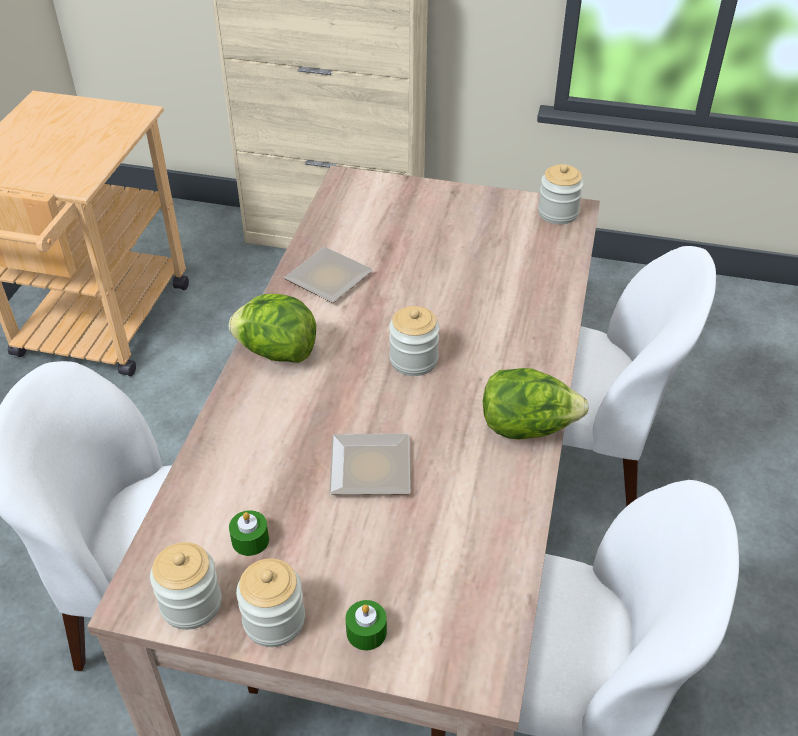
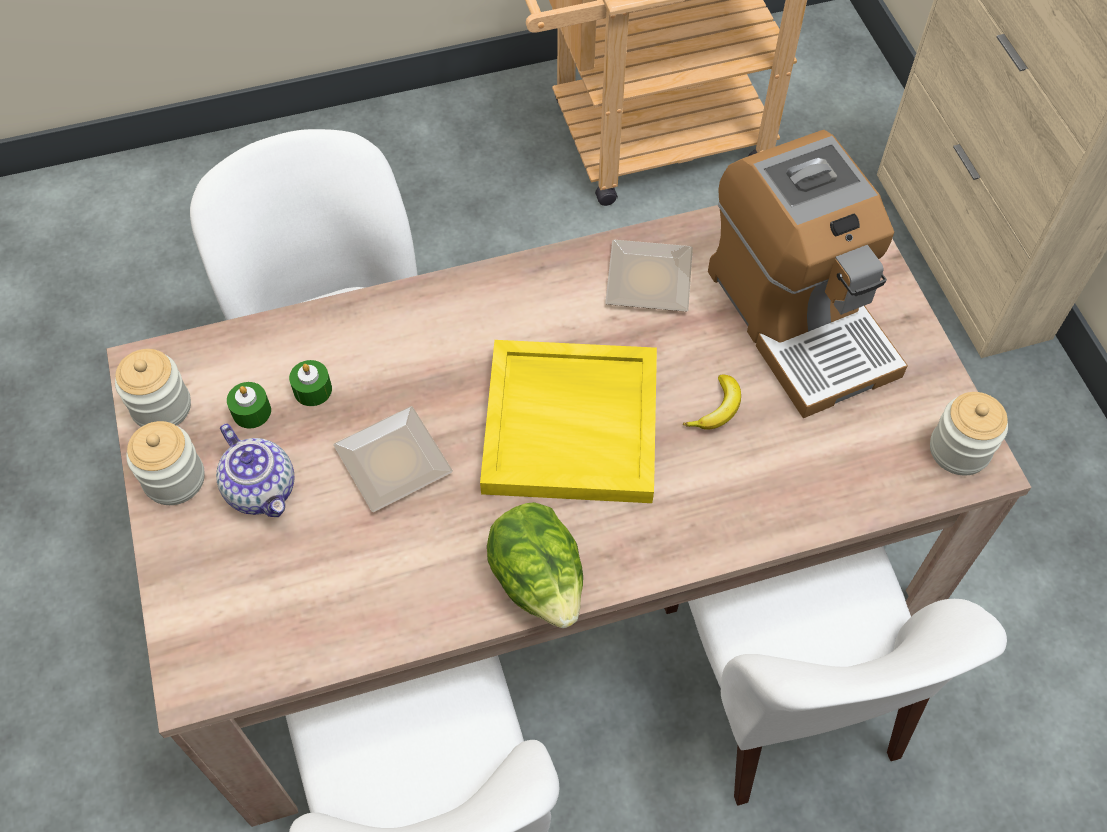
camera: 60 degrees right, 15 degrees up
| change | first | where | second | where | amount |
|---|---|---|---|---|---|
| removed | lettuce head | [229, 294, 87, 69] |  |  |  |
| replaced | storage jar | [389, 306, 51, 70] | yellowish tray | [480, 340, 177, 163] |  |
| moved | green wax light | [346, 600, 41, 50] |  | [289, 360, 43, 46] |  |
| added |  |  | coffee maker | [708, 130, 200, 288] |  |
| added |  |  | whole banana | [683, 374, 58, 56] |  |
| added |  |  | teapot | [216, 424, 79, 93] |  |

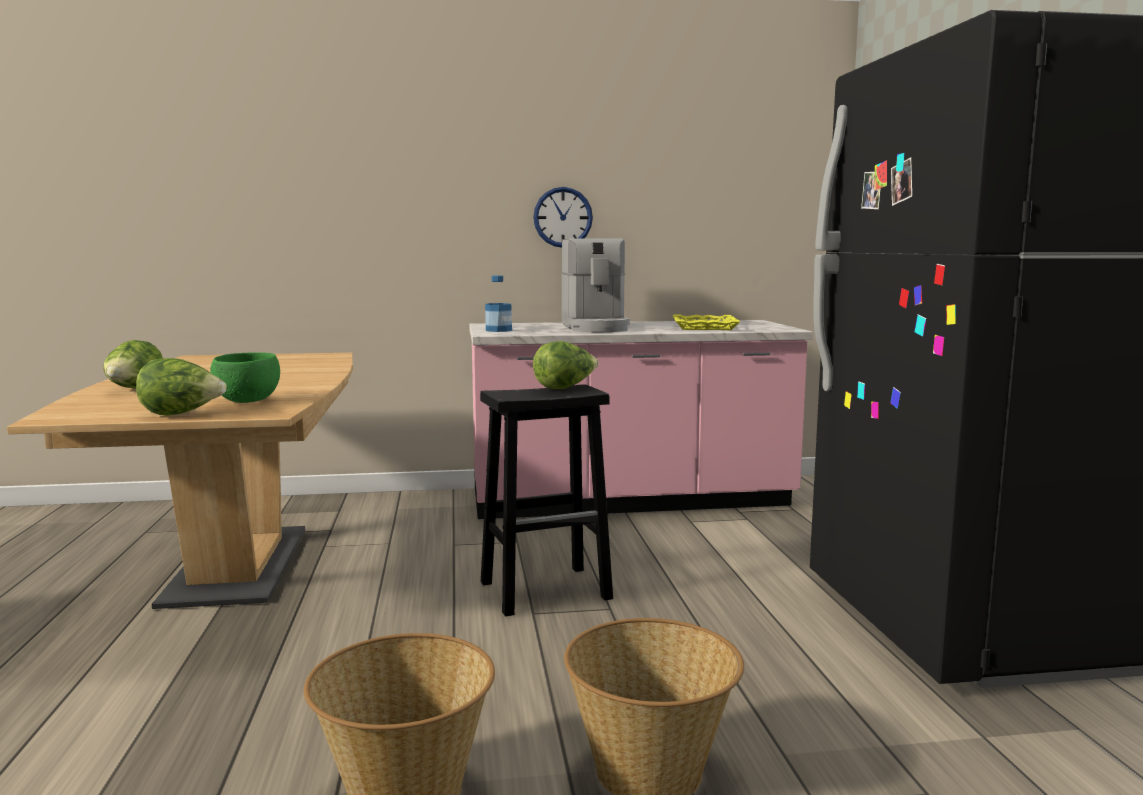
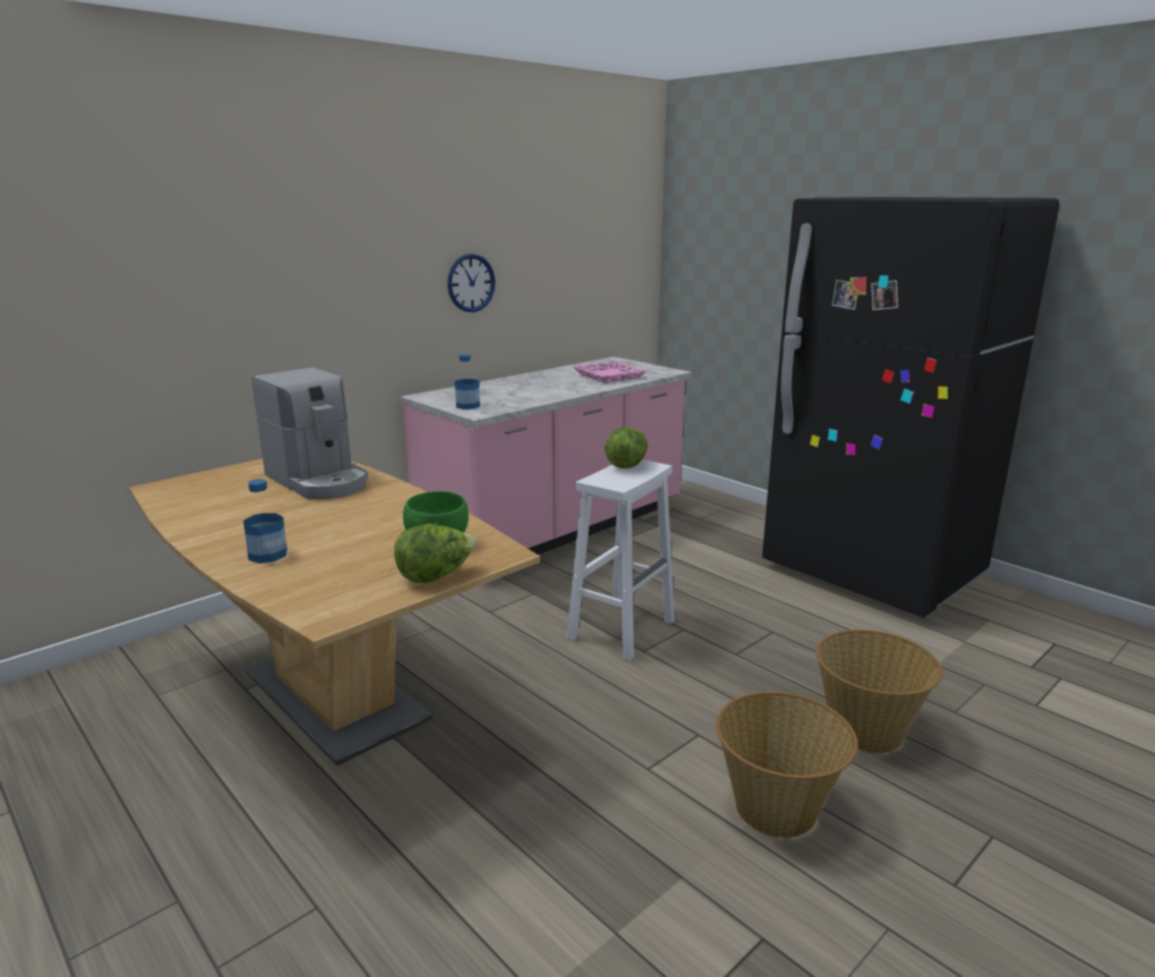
camera: 35 degrees left, 10 degrees up
| change | first | where | second | where | amount |
|---|---|---|---|---|---|
| moved | coffee maker | [561, 238, 69, 94] |  | [252, 367, 116, 132] |  |
| recoloured | yellowish tray | [673, 314, 67, 16] | pink-coloured tray | [572, 361, 74, 22] |  |
| replaced | lettuce head | [103, 340, 60, 49] | beverage bottle | [243, 479, 44, 84] |  |
| recoloured | black stool seat | [480, 384, 133, 233] | whitish stool seat | [567, 460, 108, 201] |  |

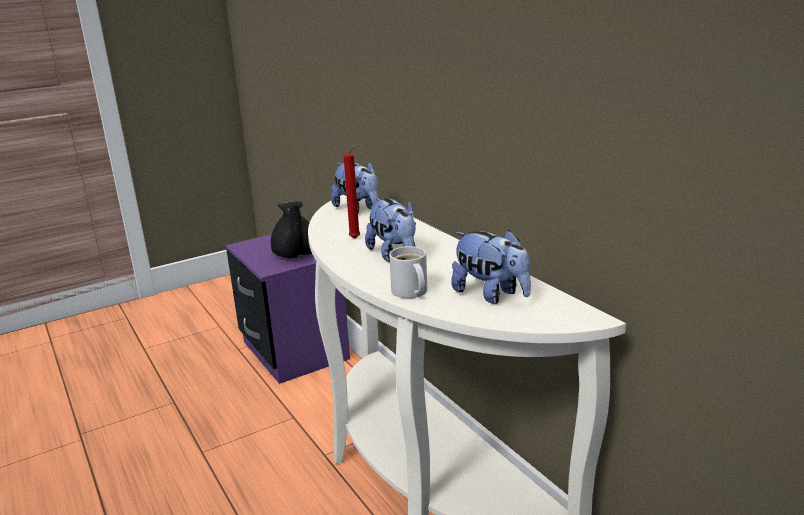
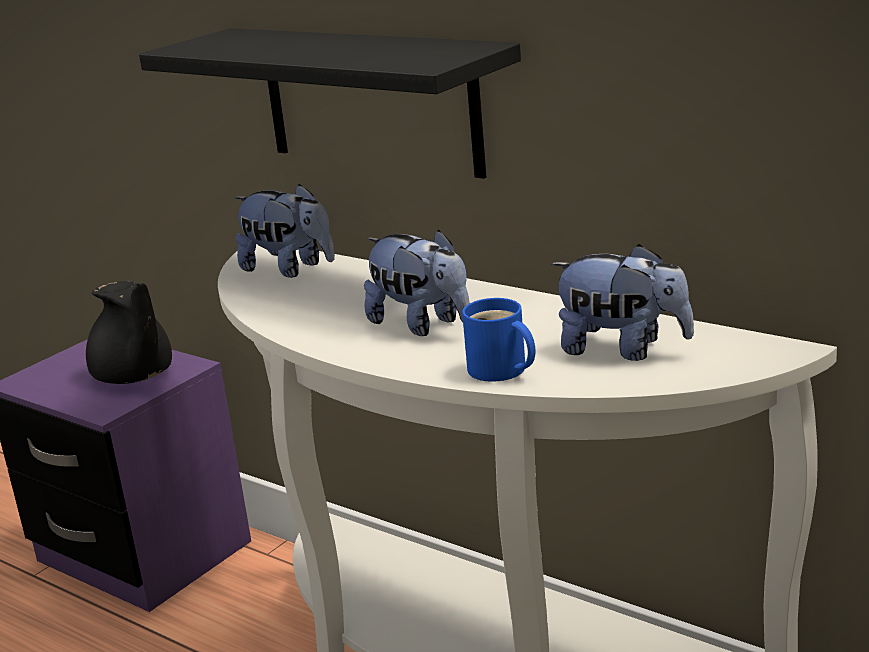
camera: 20 degrees left, 0 degrees up
| change | first | where | second | where | amount |
|---|---|---|---|---|---|
| removed | red wax light | [344, 145, 16, 94] |  |  |  |
| recoloured | whitish tea mug | [389, 246, 38, 52] | bluish tea mug | [462, 298, 74, 84] |  |
| added |  |  | black bracket shelf | [139, 28, 382, 151] |  |

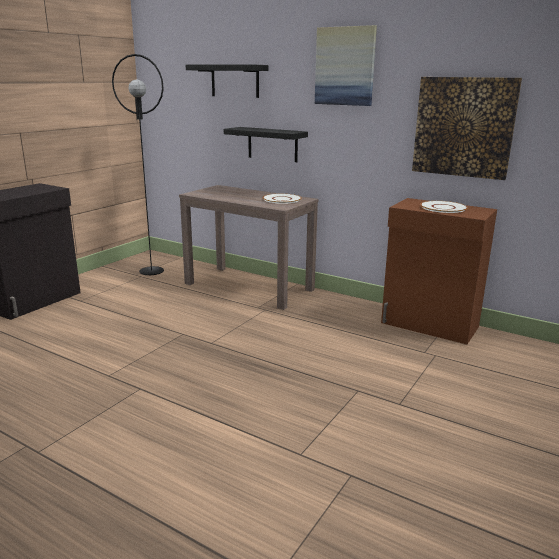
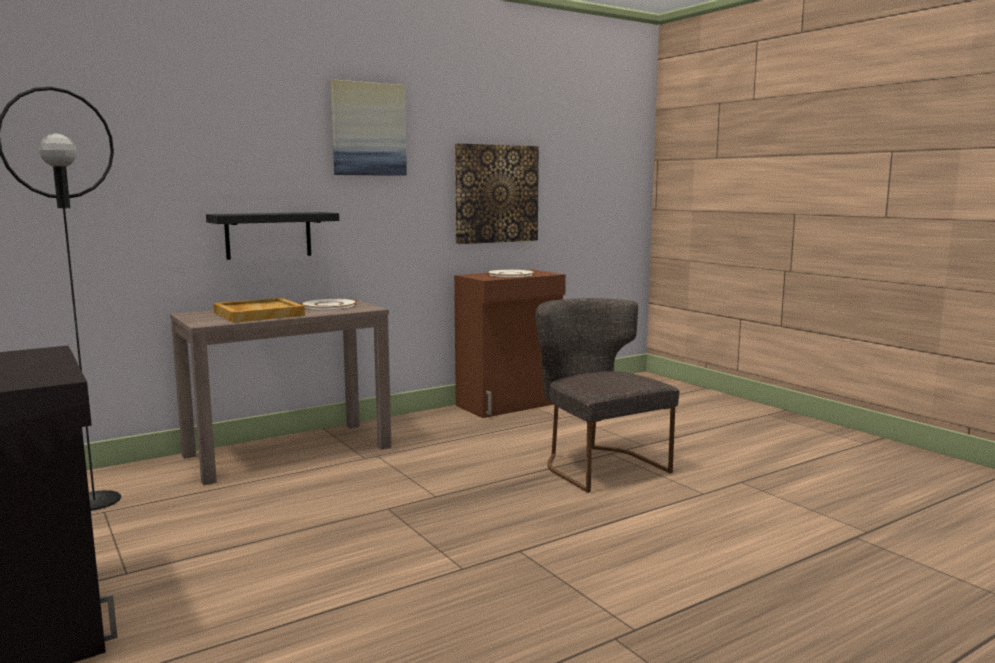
camera: 65 degrees left, 10 degrees down
| change | first | where | second | where | amount |
|---|---|---|---|---|---|
| removed | black bracket shelf | [186, 64, 83, 34] |  |  |  |
| added |  |  | beige-coloured tray | [213, 298, 92, 25] |  |
| added |  |  | grey chair | [535, 298, 145, 195] |  |

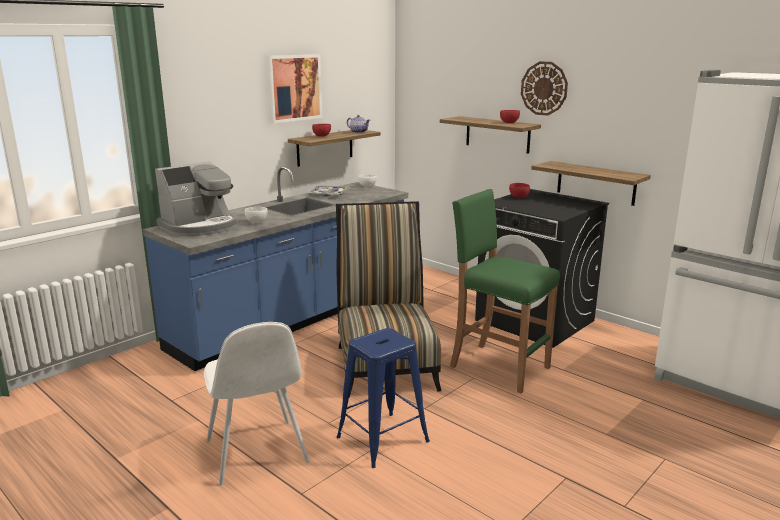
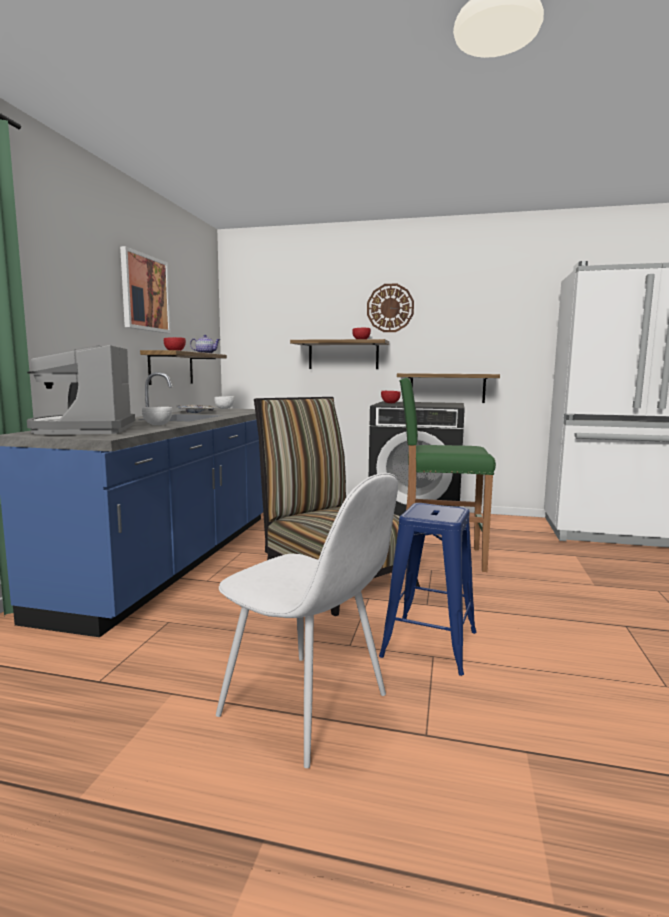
camera: 30 degrees left, 10 degrees down
| change | first | where | second | where | amount |
|---|---|---|---|---|---|
| turned | coffee maker | [155, 161, 82, 75] |  | [27, 345, 108, 90] | 150 degrees clockwise |

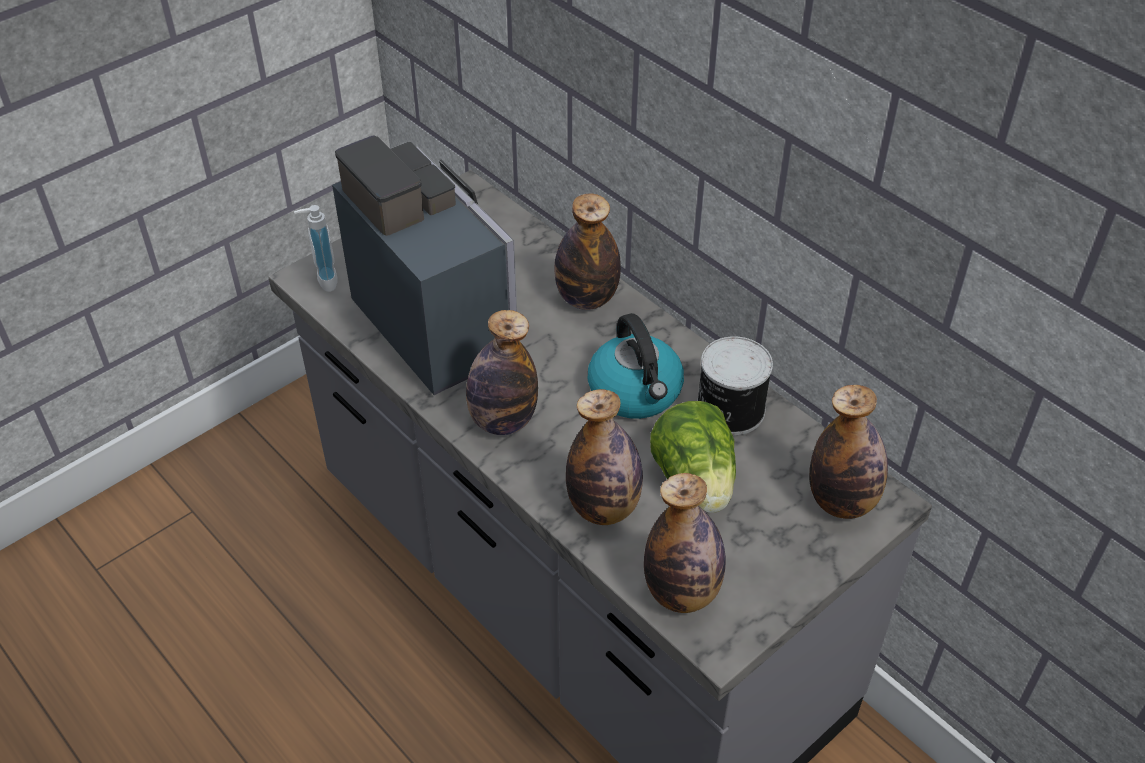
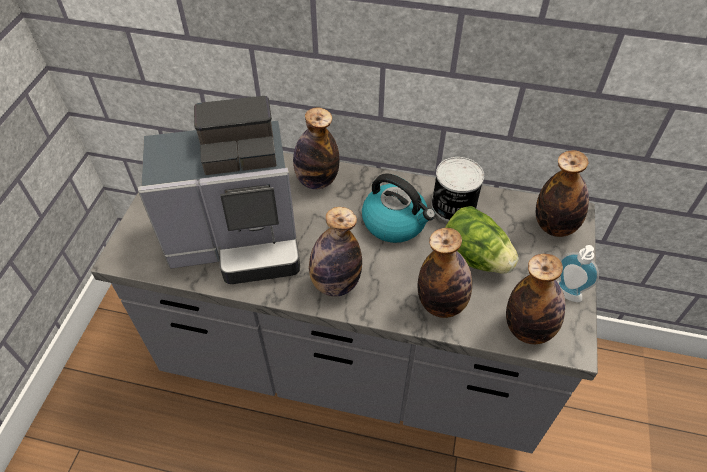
camera: 35 degrees left, 5 degrees up
| change | first | where | second | where | amount |
|---|---|---|---|---|---|
| turned | coffee maker | [332, 135, 185, 260] |  | [138, 96, 162, 188] | 150 degrees clockwise |
| moved | soap bottle | [294, 205, 43, 87] |  | [558, 245, 41, 57] |  |

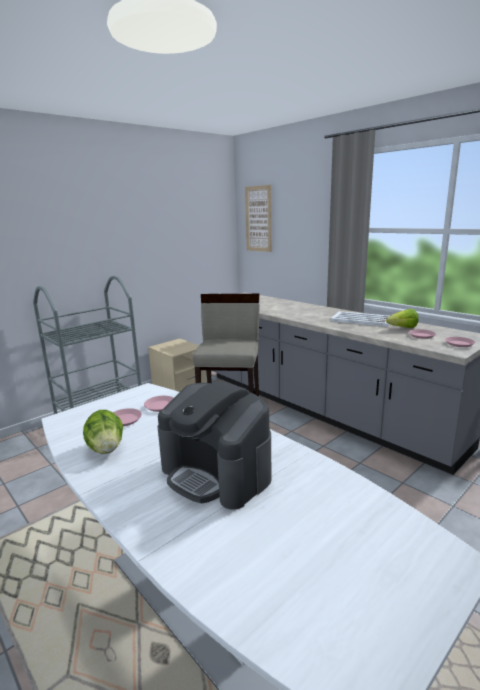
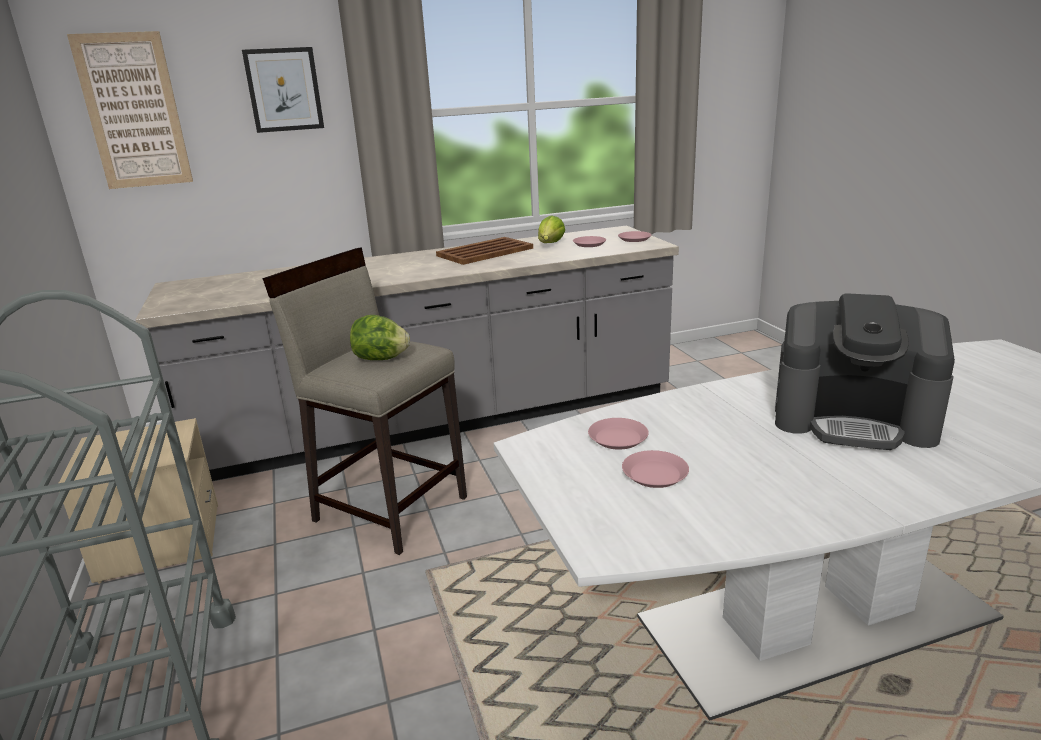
camera: 65 degrees left, 5 degrees up
| change | first | where | second | where | amount |
|---|---|---|---|---|---|
| recoloured | whitish tray | [331, 311, 59, 16] | brown tray | [436, 237, 97, 28] |  |
| turned | coffee maker | [157, 381, 115, 129] |  | [775, 293, 180, 157] | 45 degrees clockwise |
| moved | lettuce head | [83, 410, 40, 44] |  | [350, 315, 60, 45] |  |
| added |  |  | wall art | [242, 47, 82, 86] |  |

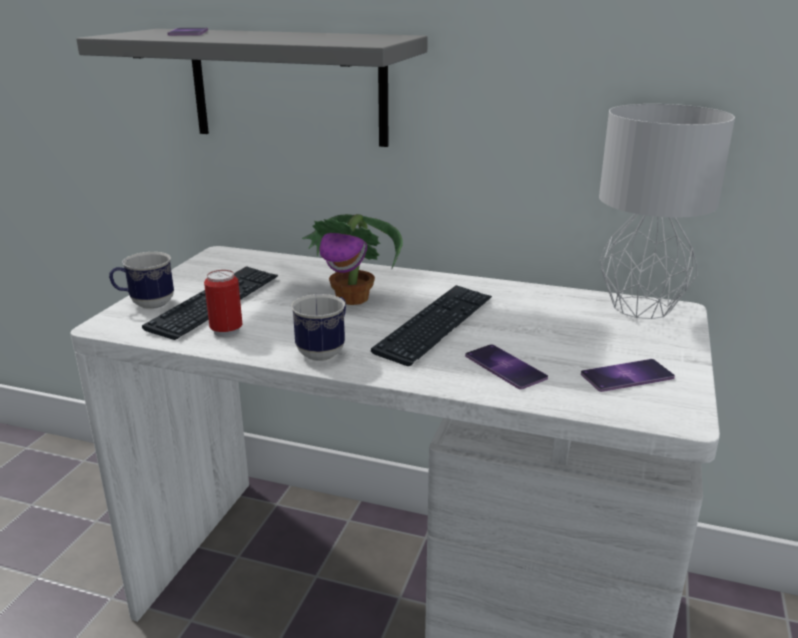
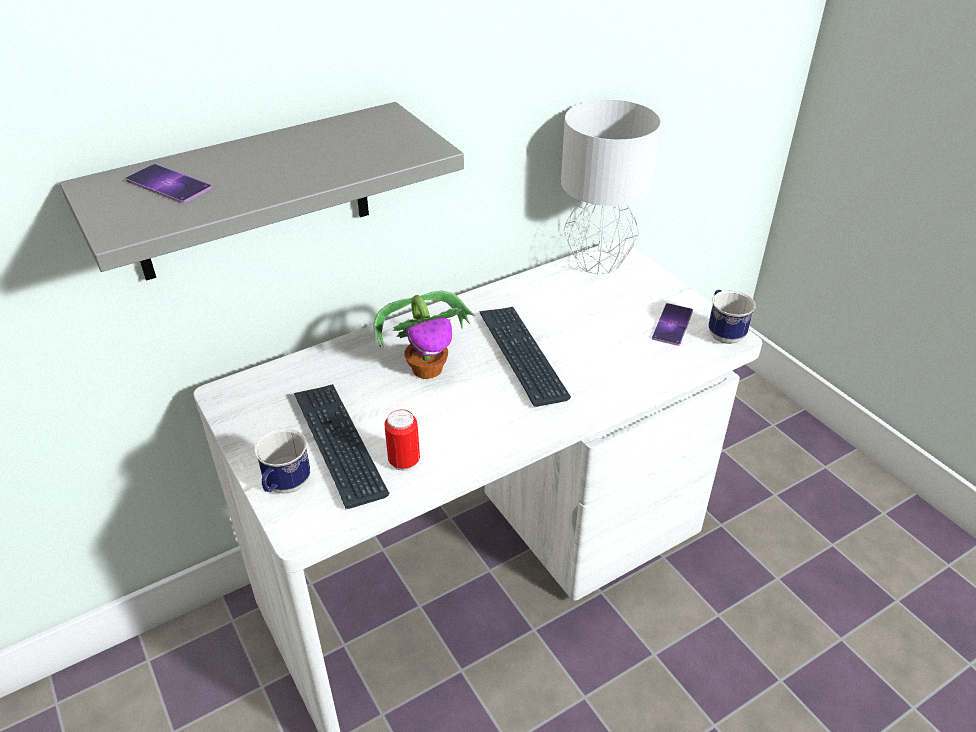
camera: 50 degrees left, 15 degrees up
| change | first | where | second | where | amount |
|---|---|---|---|---|---|
| moved | tea mug | [291, 294, 55, 67] |  | [709, 290, 47, 54] |  |
| removed | handset | [465, 344, 83, 46] |  |  |  |

